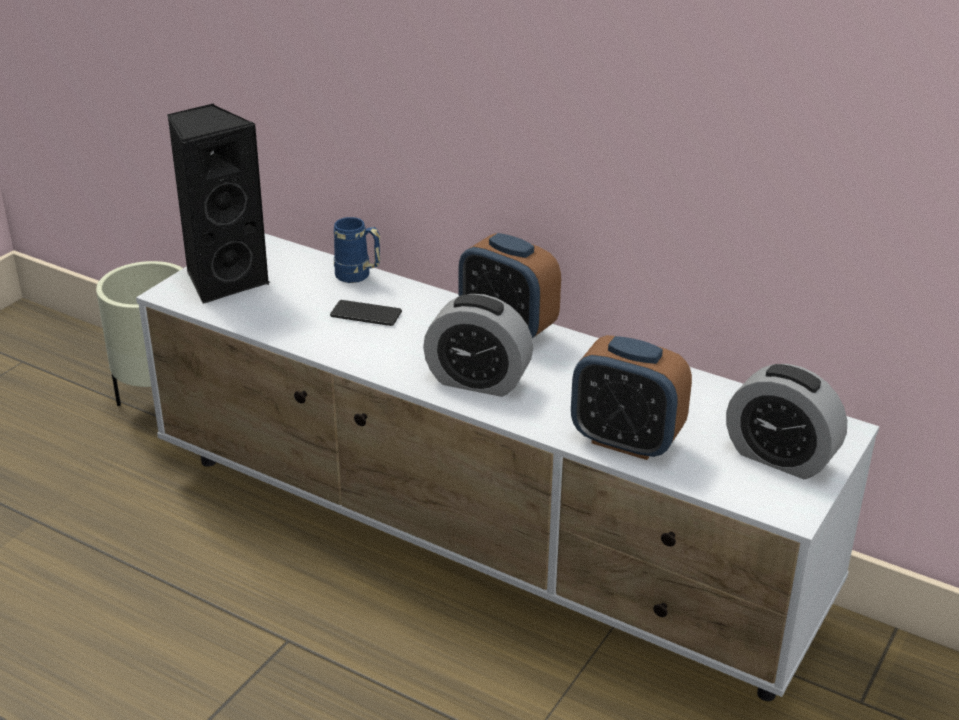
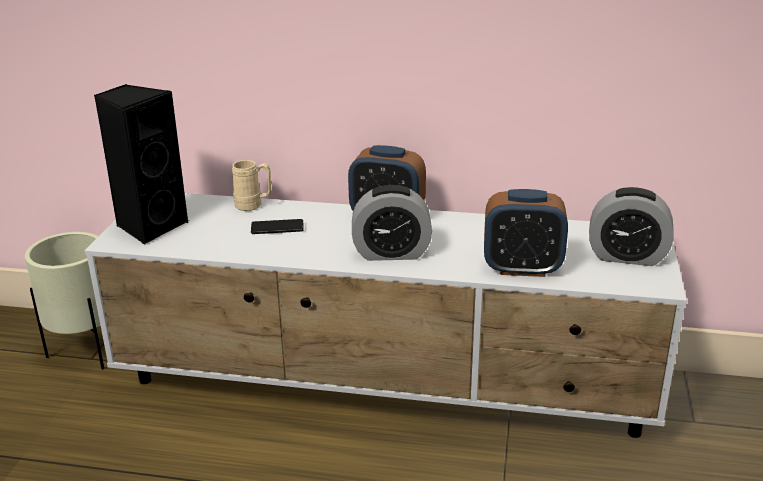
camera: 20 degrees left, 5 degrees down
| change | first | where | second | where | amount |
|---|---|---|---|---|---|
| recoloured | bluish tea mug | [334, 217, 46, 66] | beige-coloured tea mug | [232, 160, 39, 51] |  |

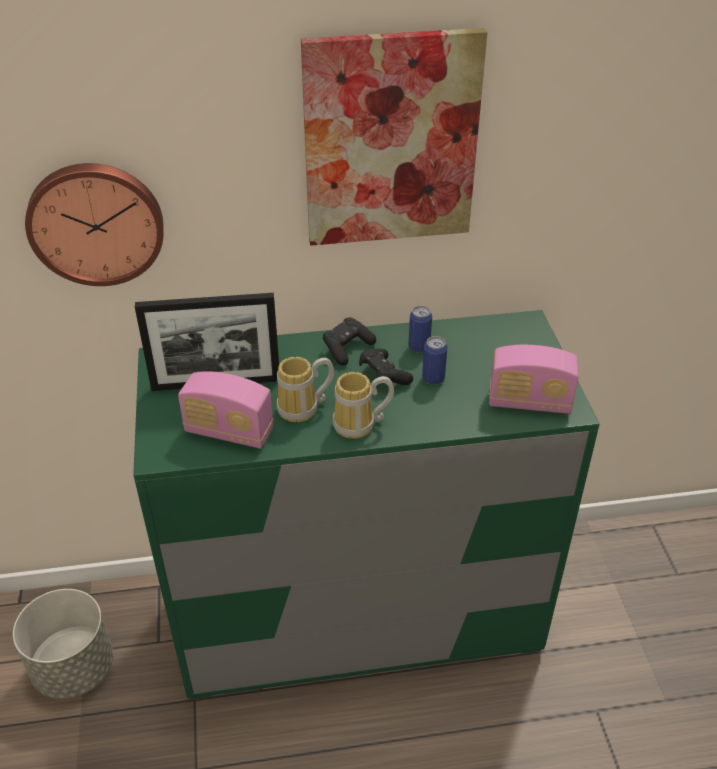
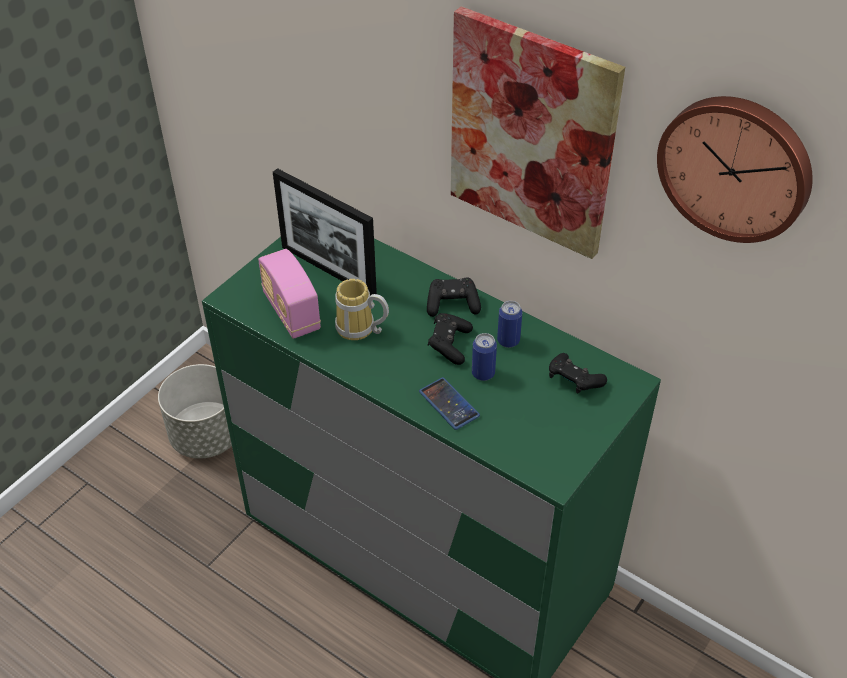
camera: 45 degrees right, 5 degrees up
| change | first | where | second | where | amount |
|---|---|---|---|---|---|
| moved | wall clock | [25, 163, 139, 123] |  | [657, 96, 156, 147] |  |
| removed | radio receiver | [489, 345, 90, 69] |  |  |  |
| removed | tea mug | [333, 372, 61, 67] |  |  |  |
| added |  |  | black gamepad | [549, 353, 58, 40] |  |
| added |  |  | handset | [419, 377, 61, 53] |  |

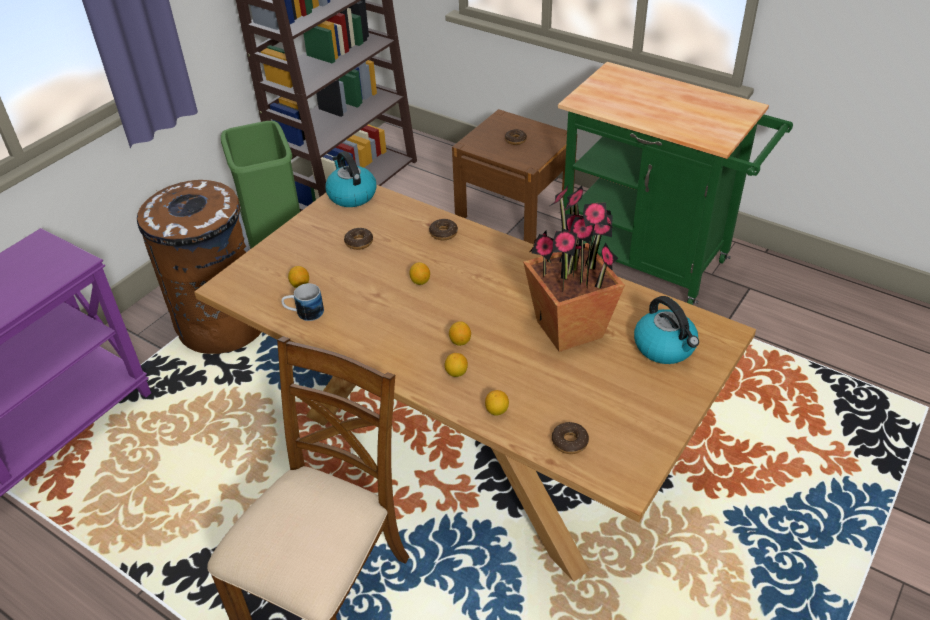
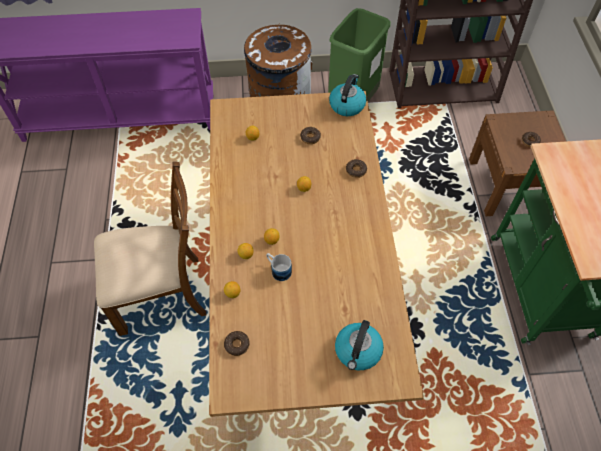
camera: 50 degrees right, 15 degrees up
| change | first | where | second | where | amount |
|---|---|---|---|---|---|
| removed | houseplant | [523, 185, 102, 167] |  |  |  |
| moved | tea mug | [281, 283, 43, 38] |  | [266, 253, 26, 28] |  |

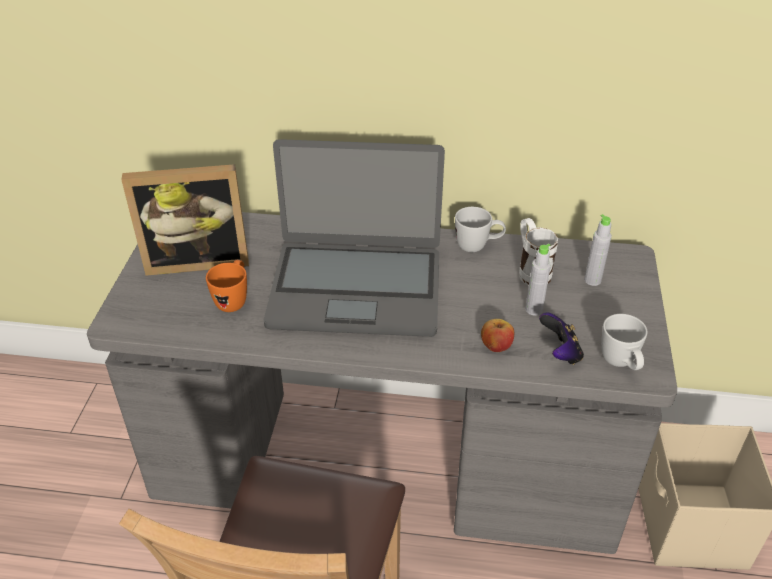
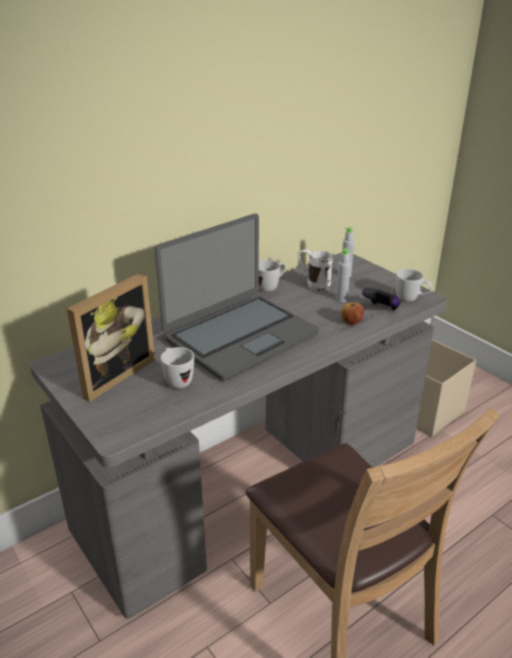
camera: 45 degrees left, 10 degrees down
| change | first | where | second | where | amount |
|---|---|---|---|---|---|
| recoloured | orange-coloured tea mug | [206, 260, 41, 52] | whitish tea mug | [160, 347, 34, 42] |  |

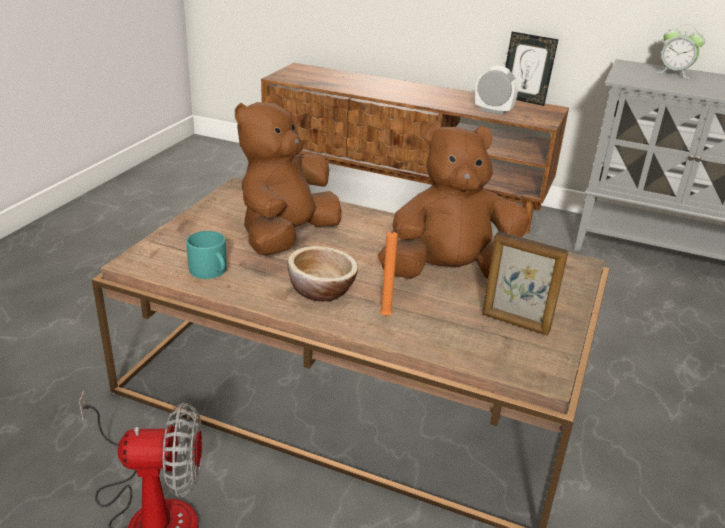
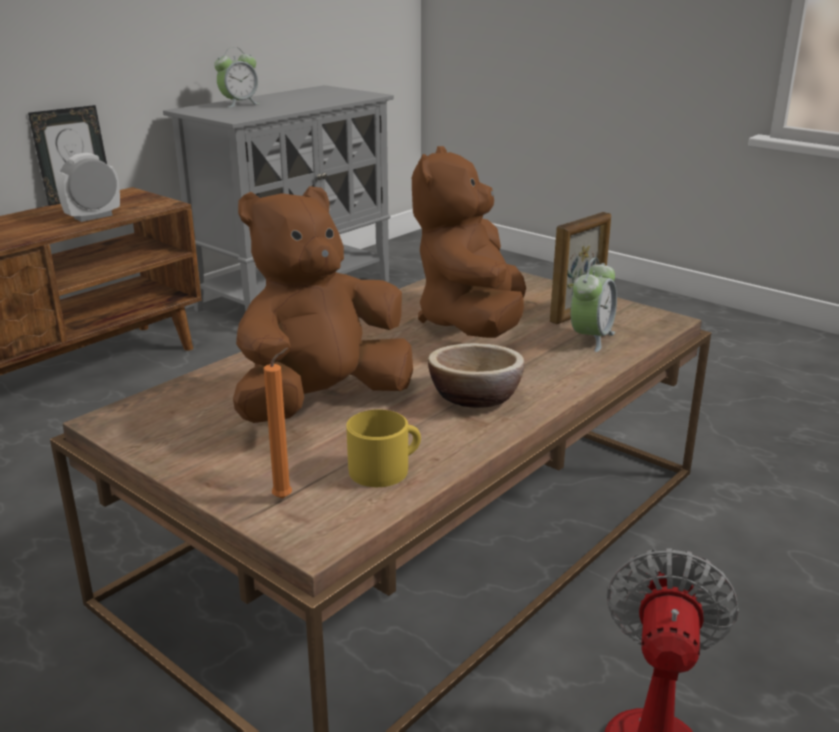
camera: 70 degrees left, 5 degrees down
| change | first | where | second | where | amount |
|---|---|---|---|---|---|
| turned | brown plush toy | [235, 96, 106, 160] |  | [233, 186, 180, 237] | 90 degrees clockwise |
| moved | orange-coloured wax light | [380, 227, 22, 89] |  | [264, 348, 28, 151] |  |
| recoloured | blue-green tea mug | [186, 231, 41, 48] | yellowish tea mug | [346, 410, 75, 77] |  |
| added |  |  | alarm clock | [570, 258, 47, 94] |  |

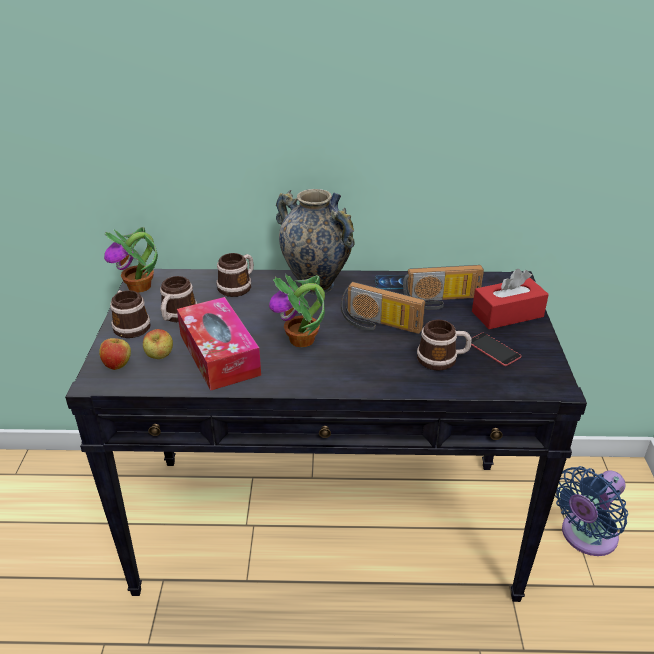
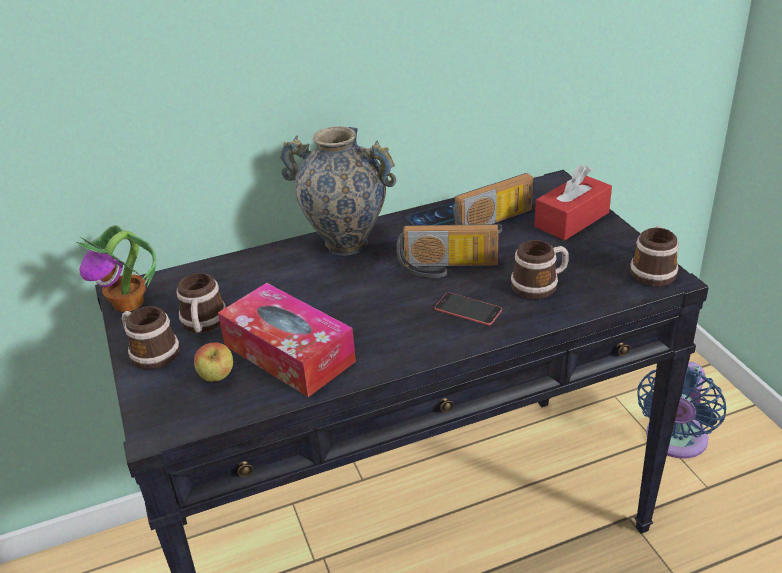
camera: 20 degrees left, 0 degrees up
| change | first | where | second | where | amount |
|---|---|---|---|---|---|
| moved | tea mug | [217, 253, 37, 44] |  | [630, 226, 49, 60] |  |
| removed | houseplant | [269, 274, 56, 73] |  |  |  |
| moved | handset | [471, 333, 50, 33] |  | [434, 293, 68, 32] |  |
| removed | apple | [99, 335, 32, 35] |  |  |  |

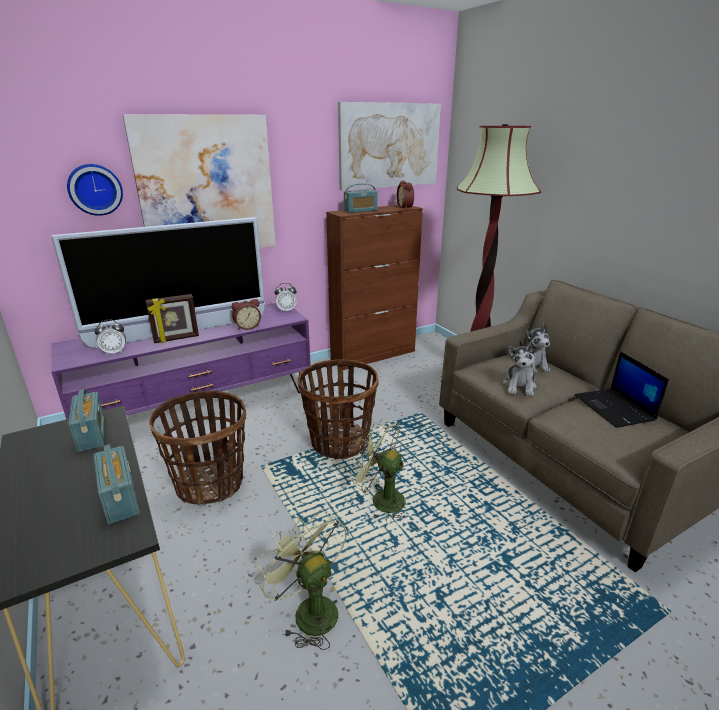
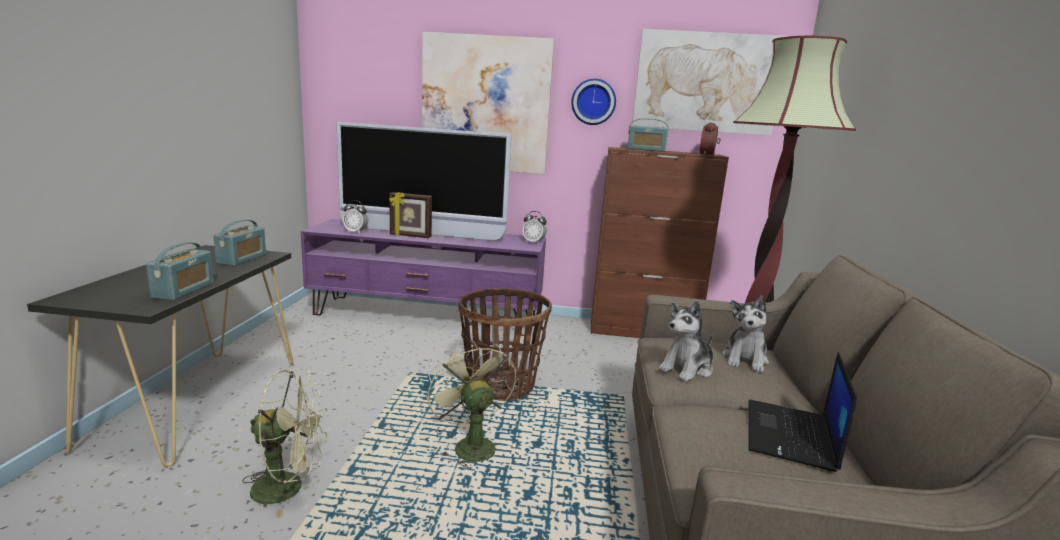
camera: 35 degrees right, 10 degrees down
| change | first | where | second | where | amount |
|---|---|---|---|---|---|
| moved | wall clock | [67, 164, 56, 52] |  | [571, 79, 45, 46] |  |
| removed | alarm clock | [232, 299, 29, 31] |  |  |  |
| removed | household basket | [149, 391, 97, 114] |  |  |  |
| turned | green fan | [256, 509, 90, 141] |  | [242, 369, 85, 149] | 90 degrees clockwise |

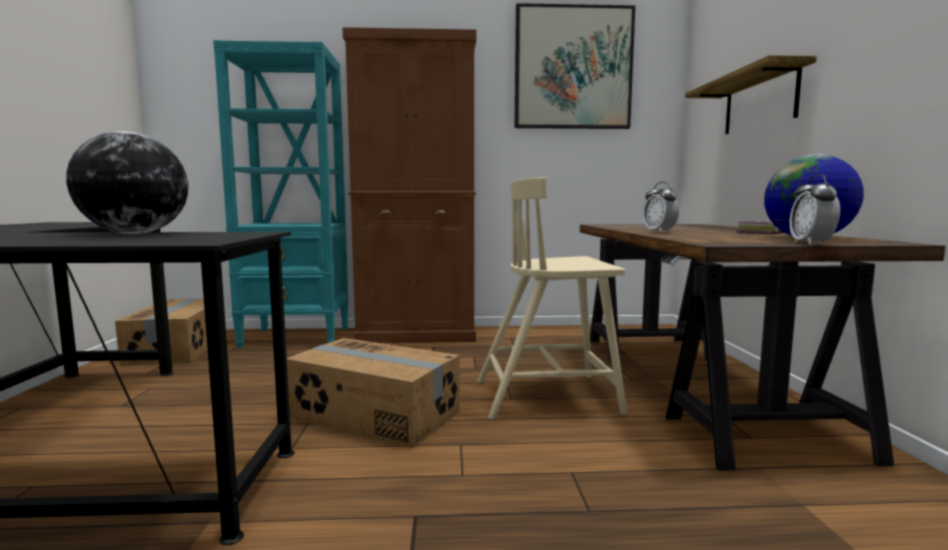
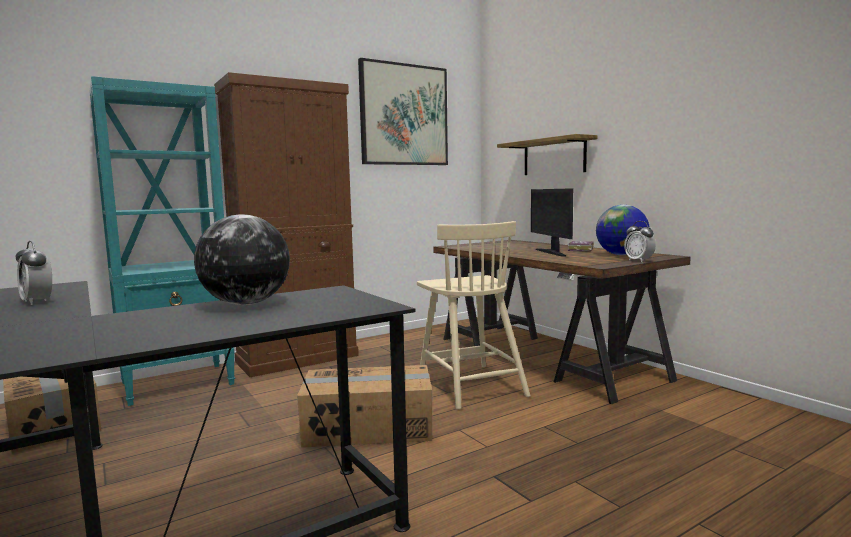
camera: 30 degrees left, 0 degrees up
| change | first | where | second | where | amount |
|---|---|---|---|---|---|
| turned | beige-coloured chair | [477, 177, 150, 243] |  | [417, 221, 113, 189] | 75 degrees counterclockwise |
| moved | alarm clock | [643, 182, 36, 51] |  | [15, 241, 37, 64] |  |
| added |  |  | computer display | [531, 188, 42, 69] |  |

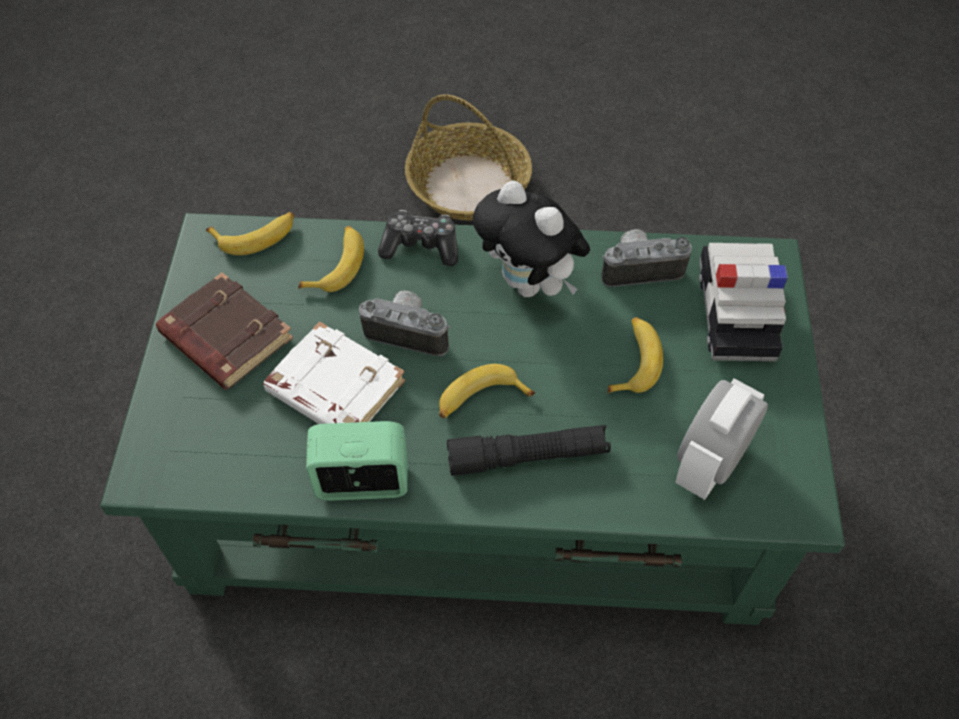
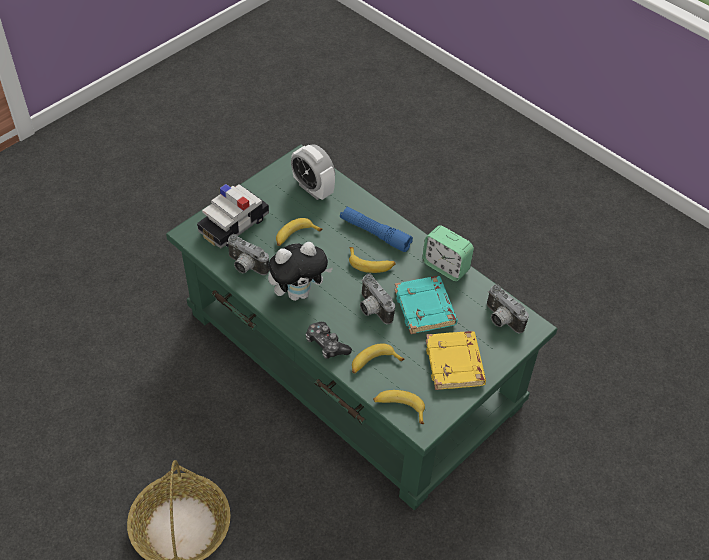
camera: 140 degrees left, 5 degrees down
| change | first | where | second | where | amount |
|---|---|---|---|---|---|
| turned | plush toy | [472, 180, 118, 117] |  | [268, 242, 65, 59] | 75 degrees clockwise |
| recoloured | brown volume | [156, 273, 137, 117] | yellowish volume | [426, 331, 60, 59] |  |
| recoloured | whitish volume | [263, 321, 143, 103] | blue-green volume | [394, 276, 64, 58] |  |
| turned | alarm clock | [675, 378, 93, 122] |  | [291, 144, 44, 56] | 60 degrees clockwise |
| recoloured | black hand torch | [447, 425, 164, 51] | bluish hand torch | [340, 206, 73, 46] |  |
| added |  |  | still camera | [487, 284, 42, 50] |  |

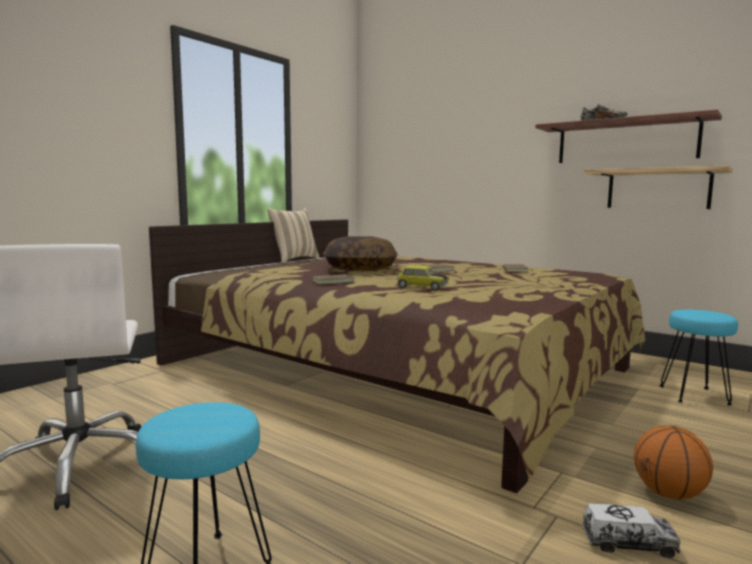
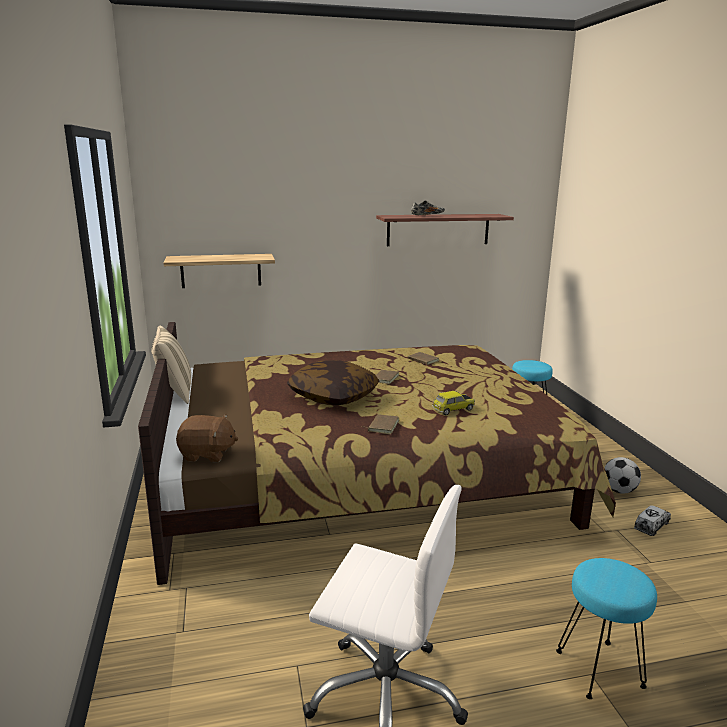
camera: 50 degrees left, 10 degrees up
| change | first | where | second | where | amount |
|---|---|---|---|---|---|
| moved | bracket shelf | [584, 165, 149, 44] |  | [163, 254, 112, 34] |  |
| replaced | basketball | [634, 425, 79, 74] | ball for football | [604, 457, 37, 37] |  |
| added |  |  | brown plush toy | [176, 414, 62, 48] |  |

